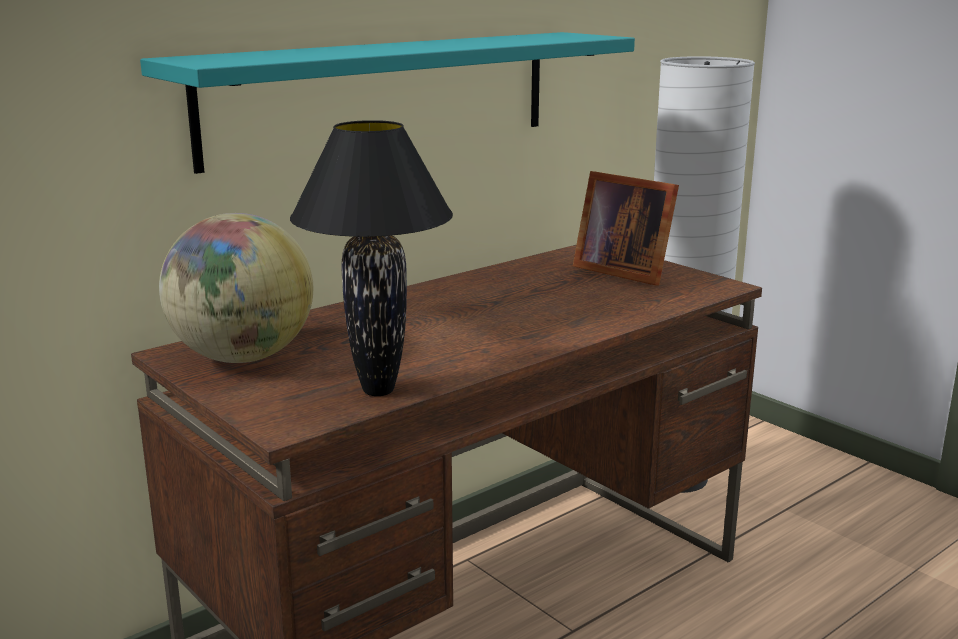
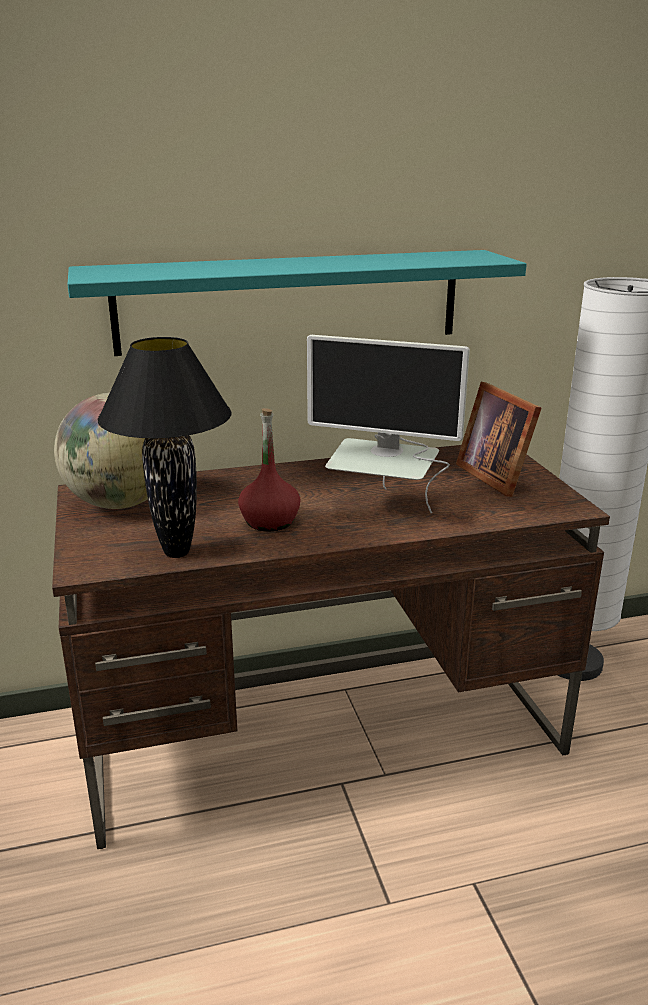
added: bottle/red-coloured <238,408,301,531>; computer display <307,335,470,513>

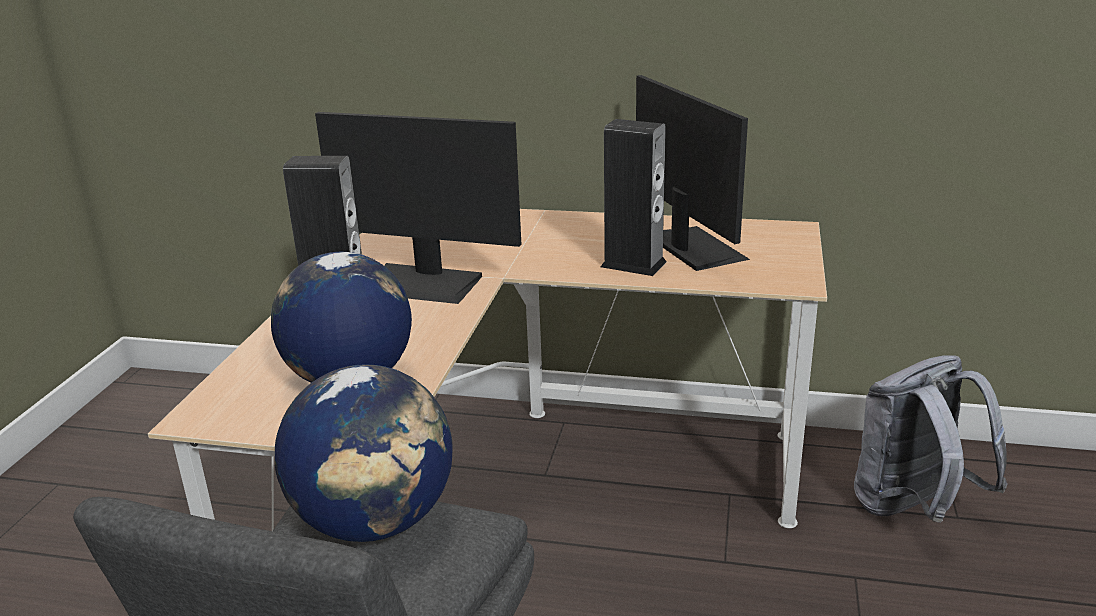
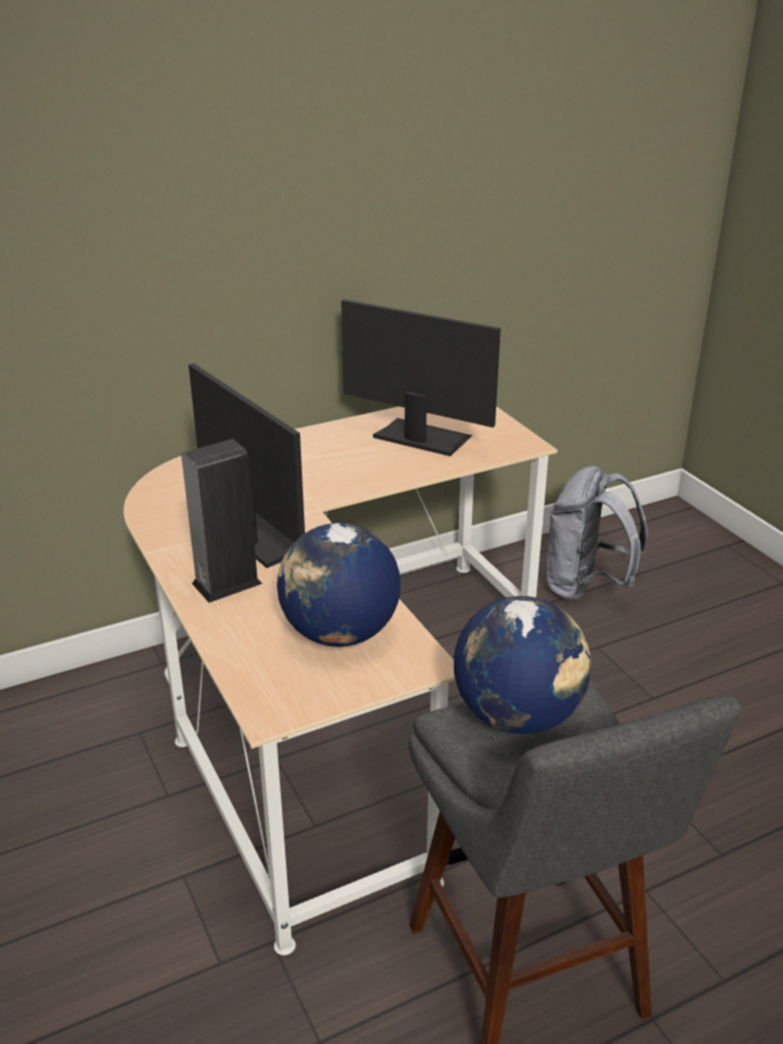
removed: audio speaker <601,119,666,276>
turned: computer display <315,112,521,304> = <189,363,305,568> 105 degrees counterclockwise

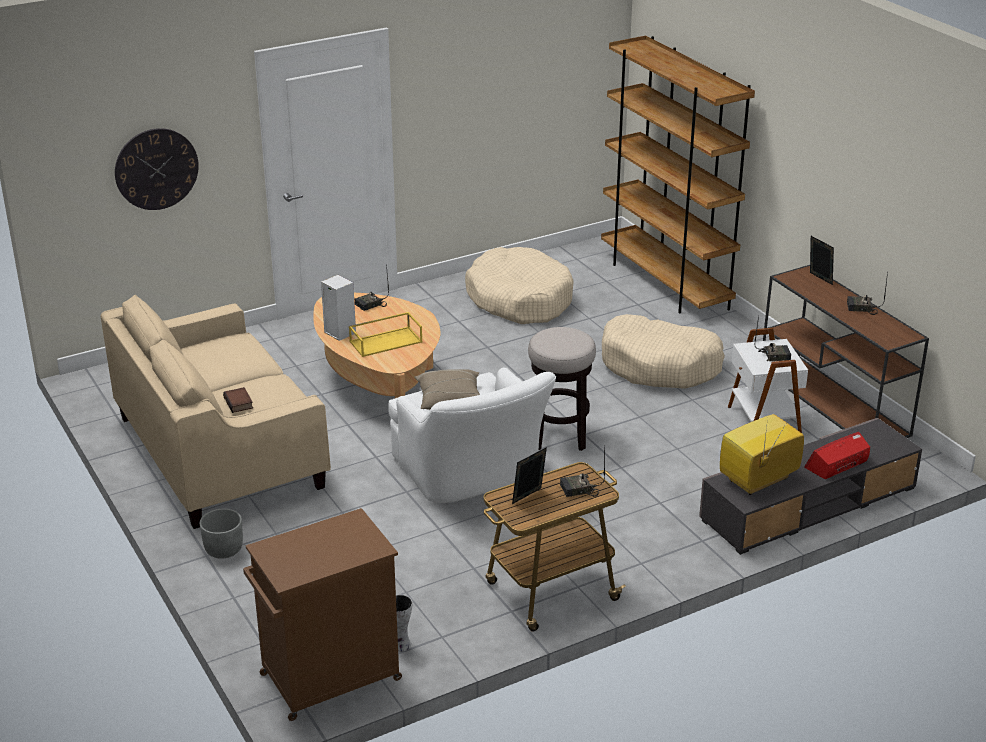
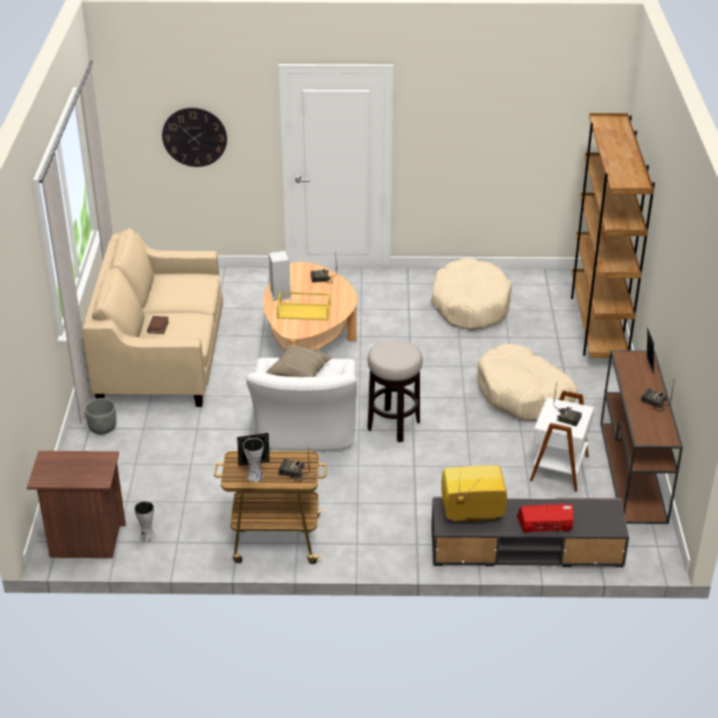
added: vase <243,438,264,482>
replaced: storage cabinet/brown <243,508,402,721> to nightstand/brown <27,451,126,558>

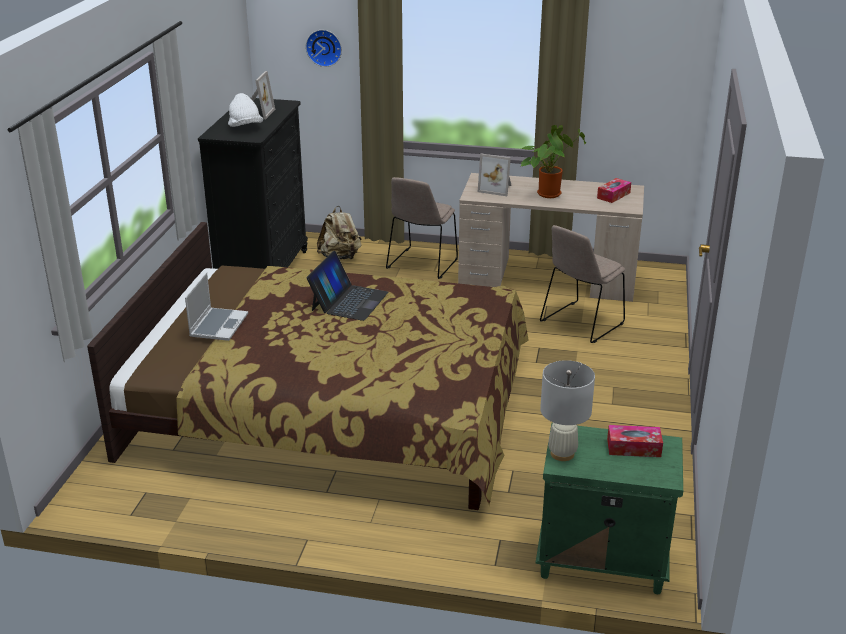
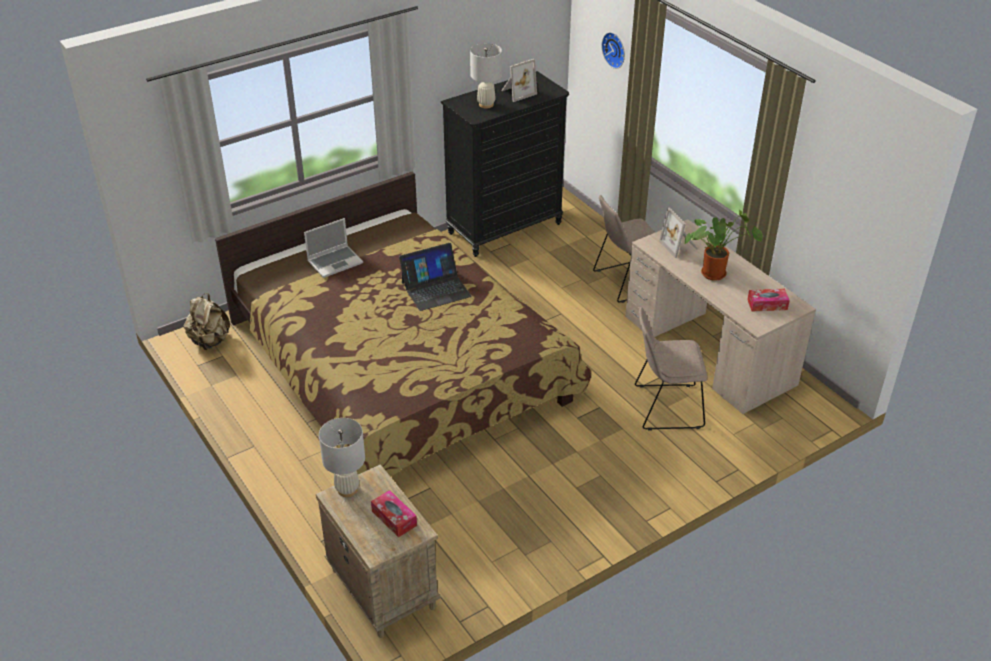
moved: rucksack/beige <317,206,362,260> to <184,293,230,350>
replaced: hat/white-coloured <228,93,263,127> to table lamp/white-coloured <470,43,502,108>
recoloured: nightstand/green-coloured <536,423,683,594> to nightstand/beige <316,464,442,638>

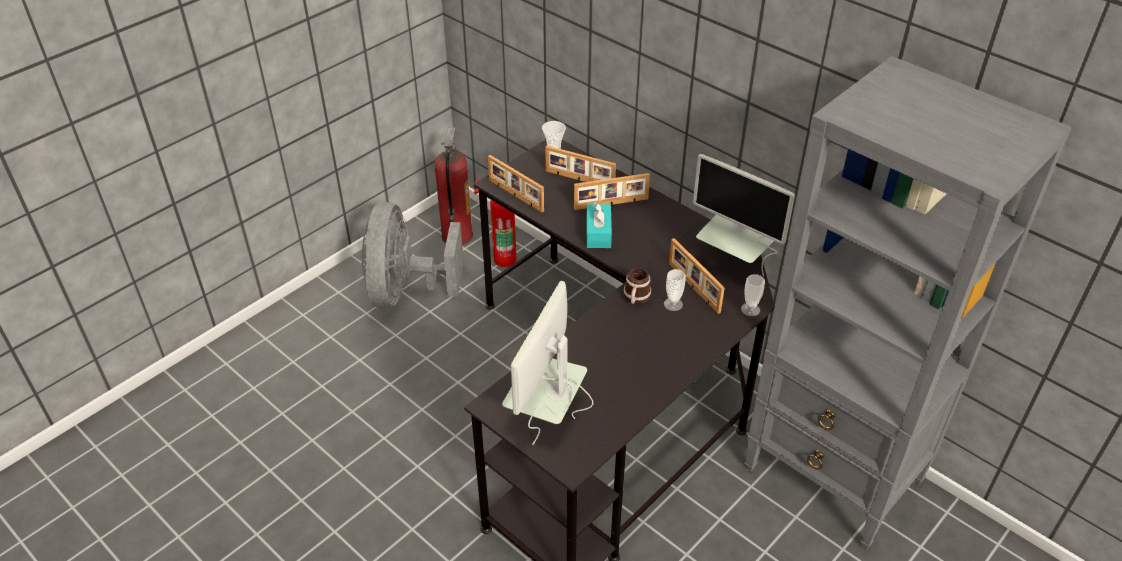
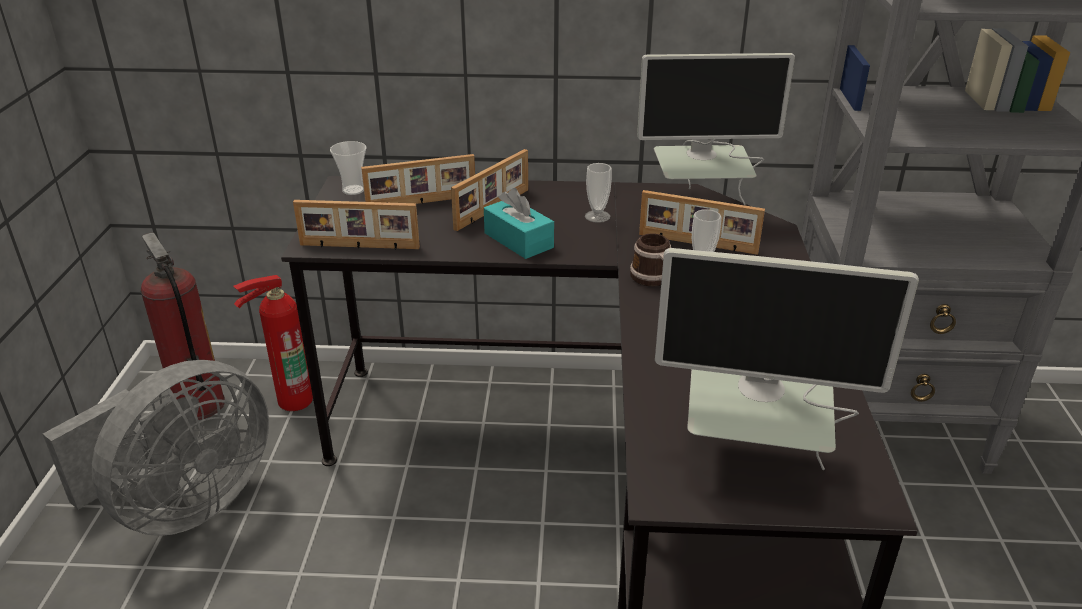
moved: small cup <741,274,765,316> to <585,163,612,223>
turned: fan/gray <361,202,464,309> = <43,360,269,536> 105 degrees counterclockwise; computer display <502,281,593,445> = <655,248,919,470> 60 degrees counterclockwise

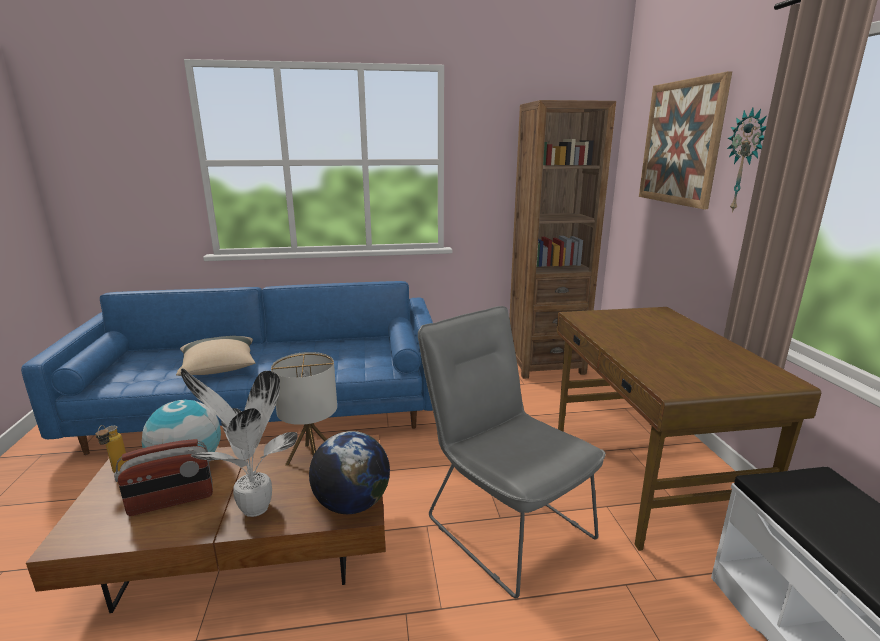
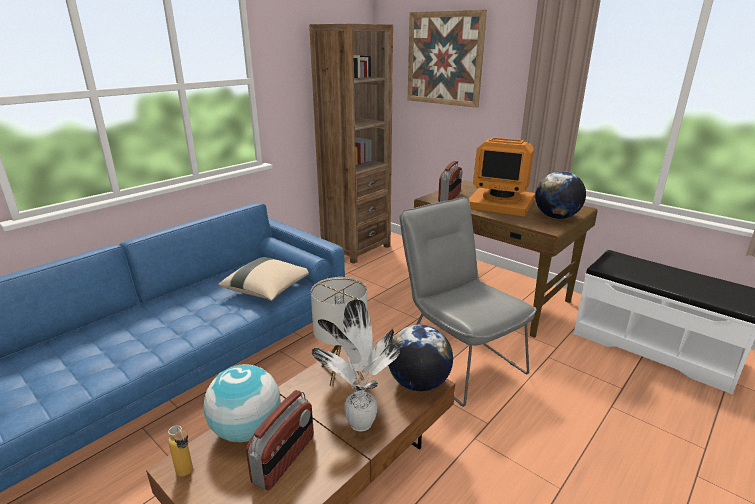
removed: wall clock <727,108,767,213>
added: radio receiver <438,161,462,202>; computer display <469,137,535,216>; globe <535,171,586,219>
moved: pillow/beige <176,336,255,376> to <218,257,309,301>
turned: chair/gray <418,306,606,598> = <399,197,537,407> 45 degrees clockwise

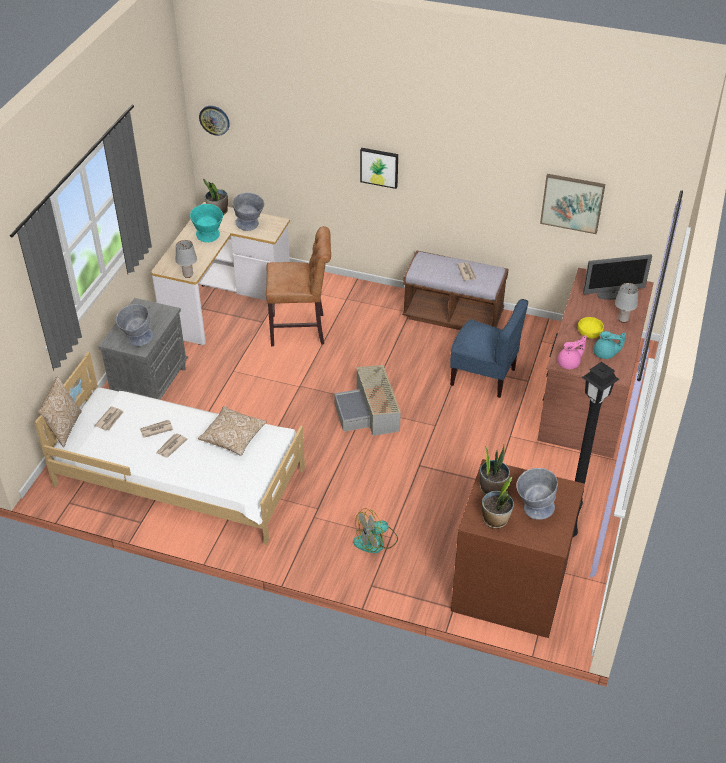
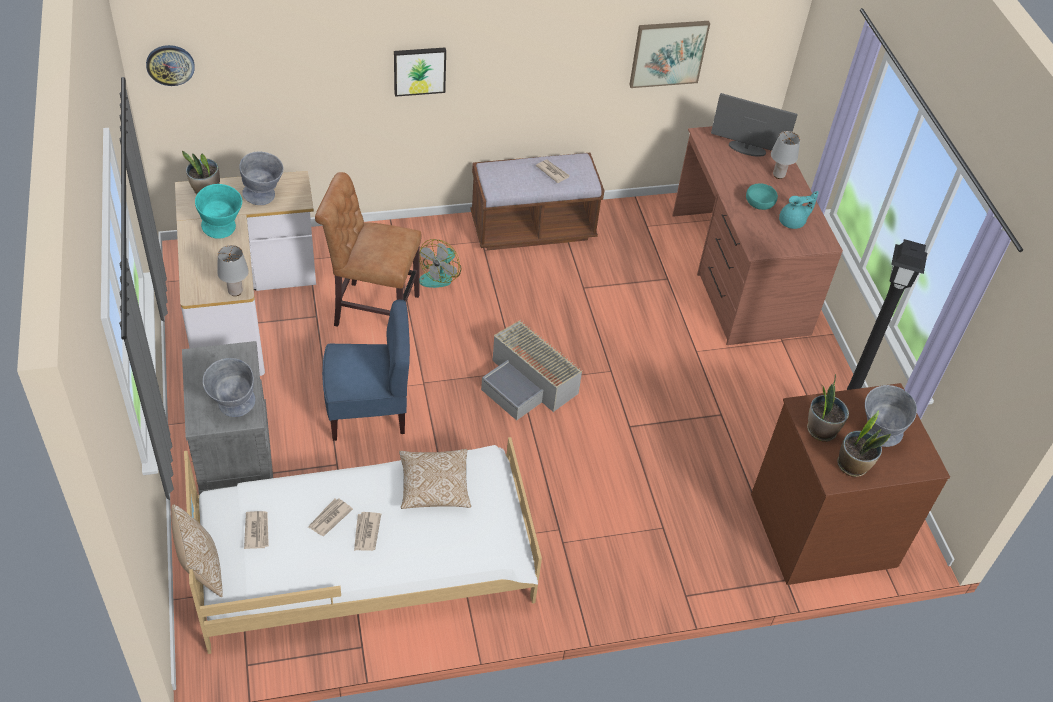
removed: pot for tea/pinkish <558,335,587,369>
moved: fan <353,508,398,553> to <419,239,462,288>; chair/bluish <450,299,528,398> to <322,300,410,441>
recoloured: deep dish/yellow-coloured <578,317,604,339> to deep dish/blue-green <746,183,778,210>
turned: chair/brown <266,226,331,346> = <315,172,421,327> 135 degrees counterclockwise; computer display <583,254,652,300> = <711,93,798,157> 120 degrees counterclockwise

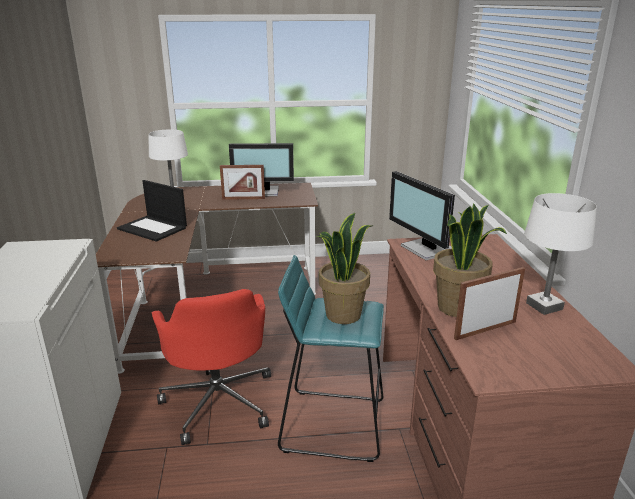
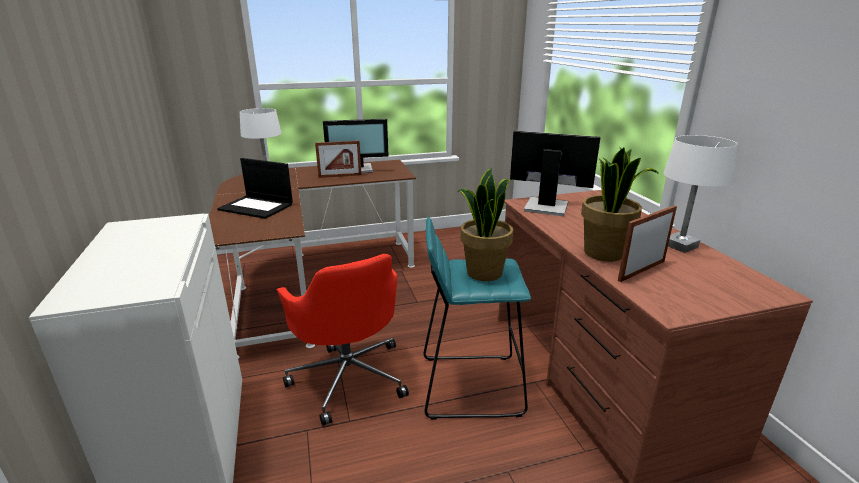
turned: computer display <389,171,455,260> = <510,131,601,216> 150 degrees clockwise

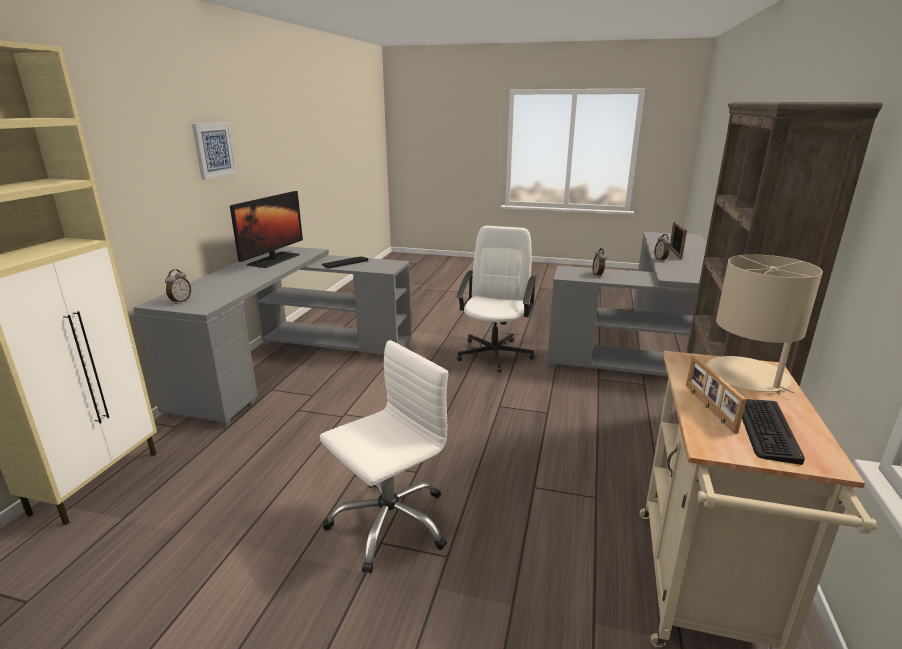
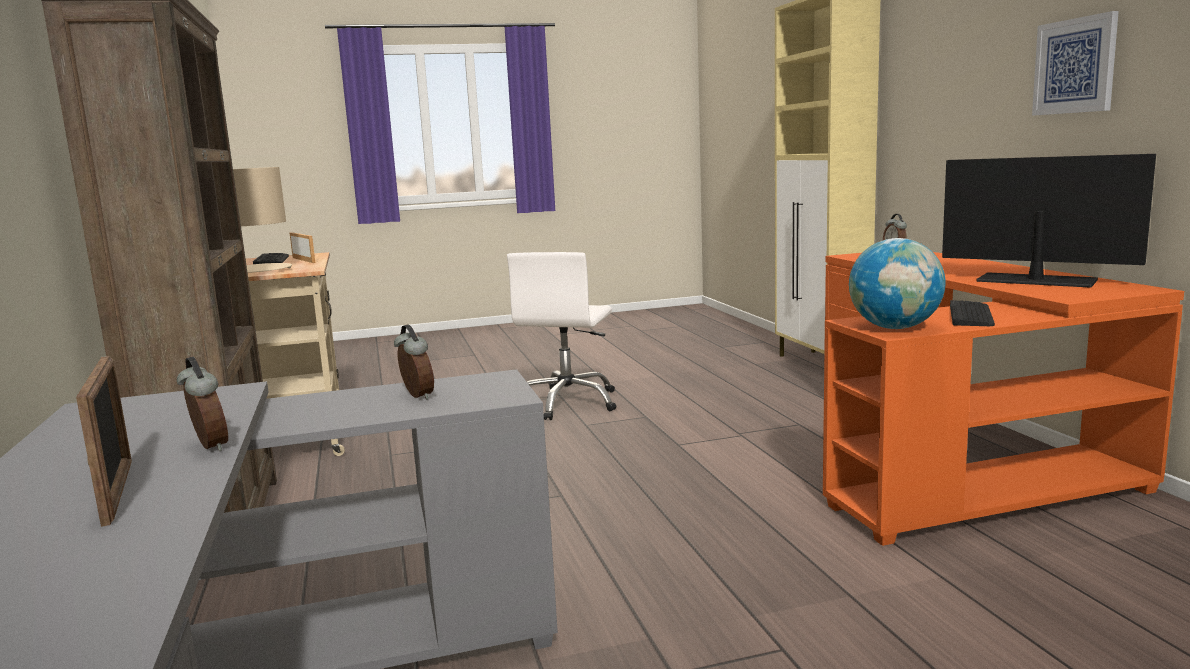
removed: desk chair/white-coloured <457,226,537,372>
added: globe <849,238,946,329>
recoloured: desk table/gray <133,246,412,427> to desk table/orange-coloured <823,252,1184,546>
turned: computer display <230,191,303,268> = <942,154,1156,288> 135 degrees clockwise

